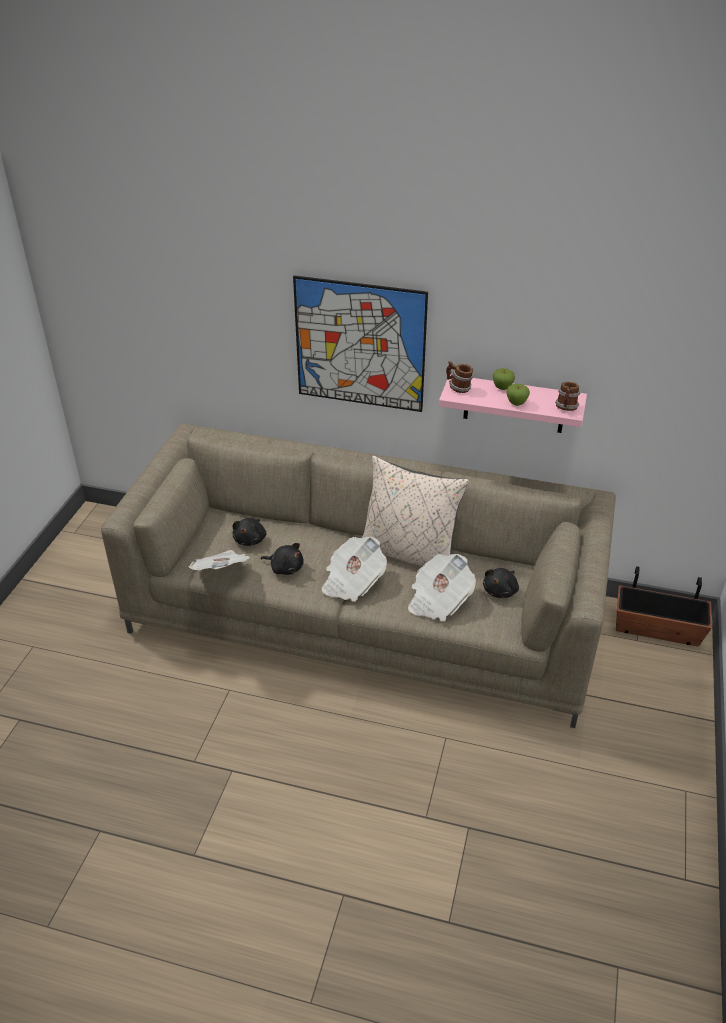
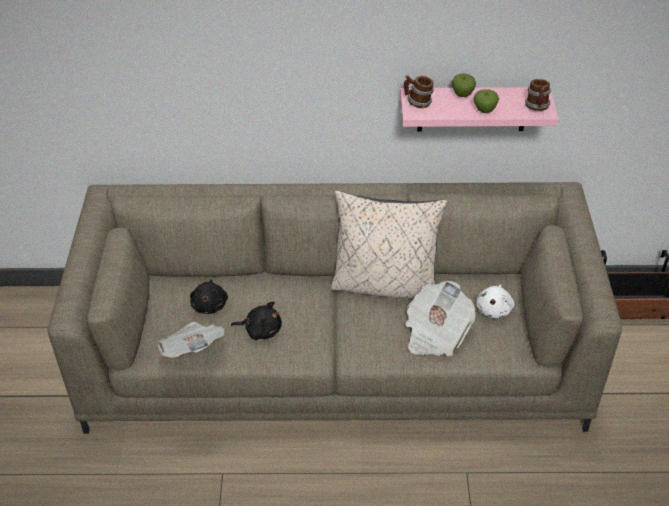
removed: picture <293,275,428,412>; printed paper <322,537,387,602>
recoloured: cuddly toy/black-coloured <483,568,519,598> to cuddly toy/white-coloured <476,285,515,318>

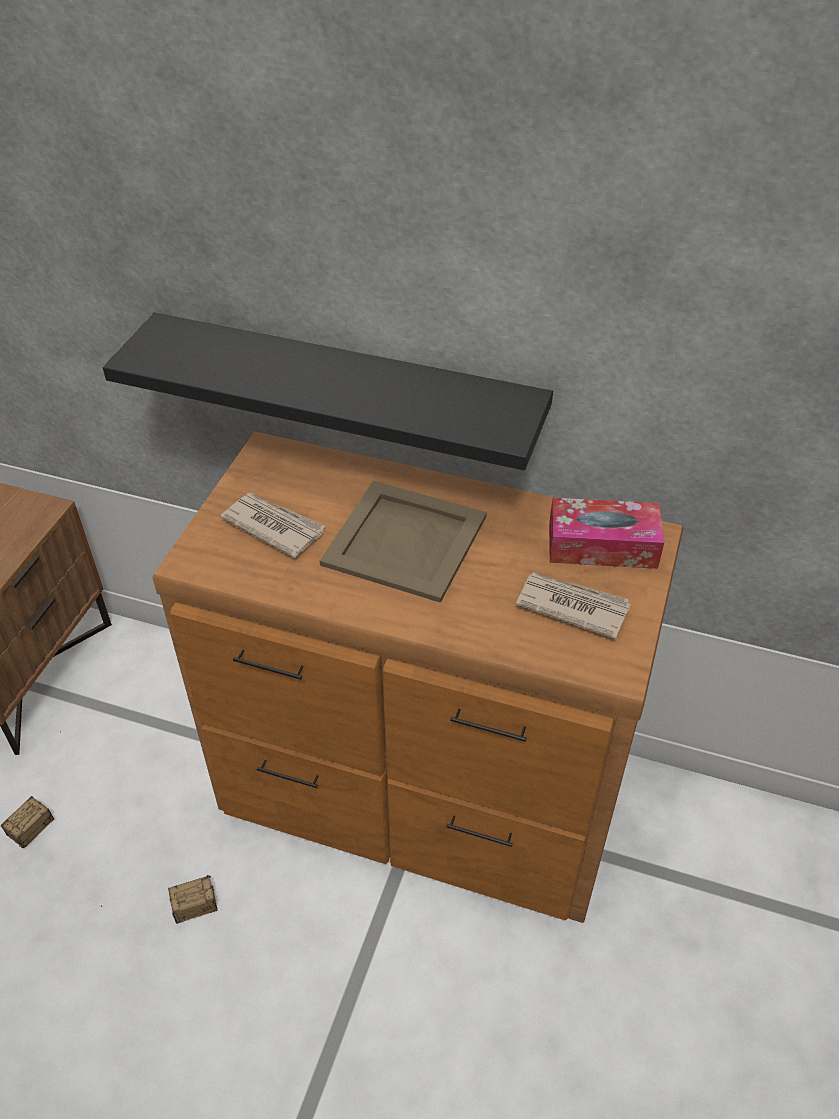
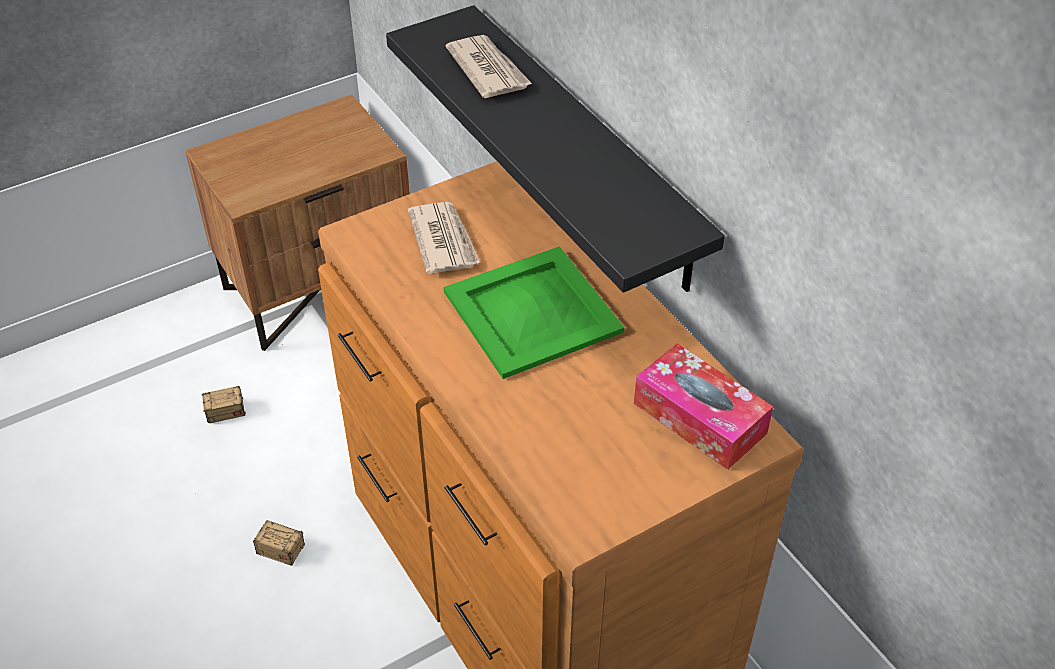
moved: printed paper <516,572,631,639> to <446,35,532,98>
recoloured: tray/beige <320,481,487,603> to tray/green-coloured <443,246,625,379>

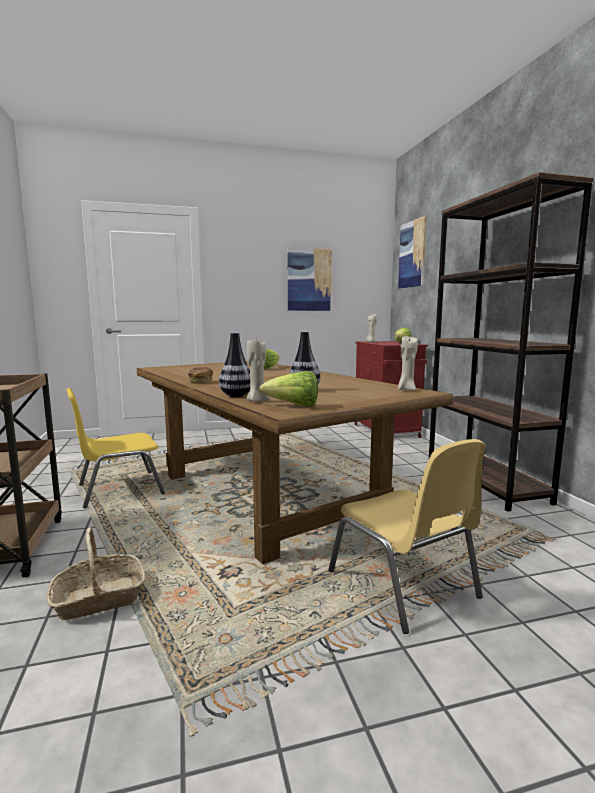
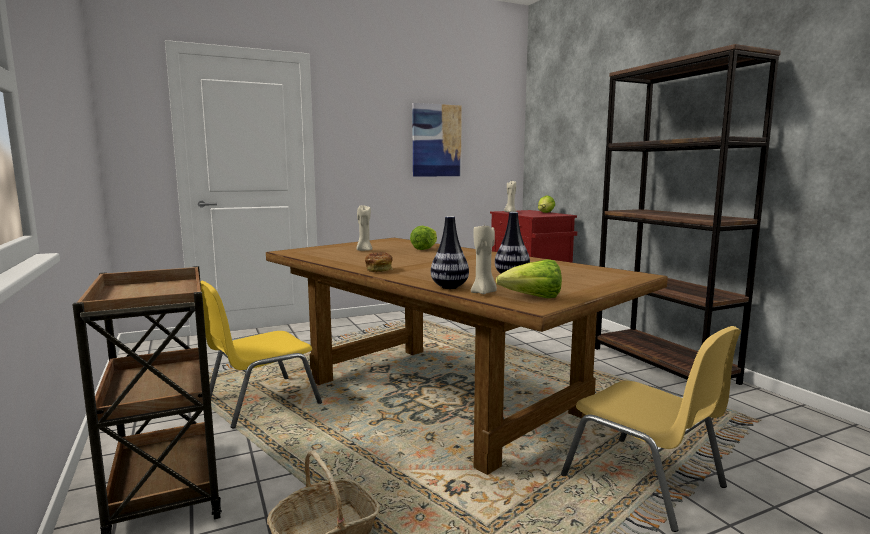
removed: picture <398,216,427,288>
moved: wax candle/beige <398,336,418,390> to <356,205,372,251>

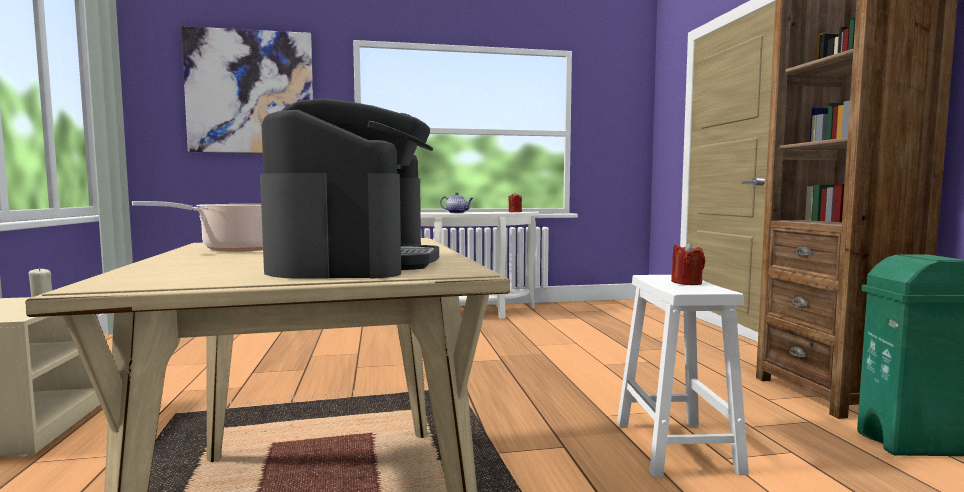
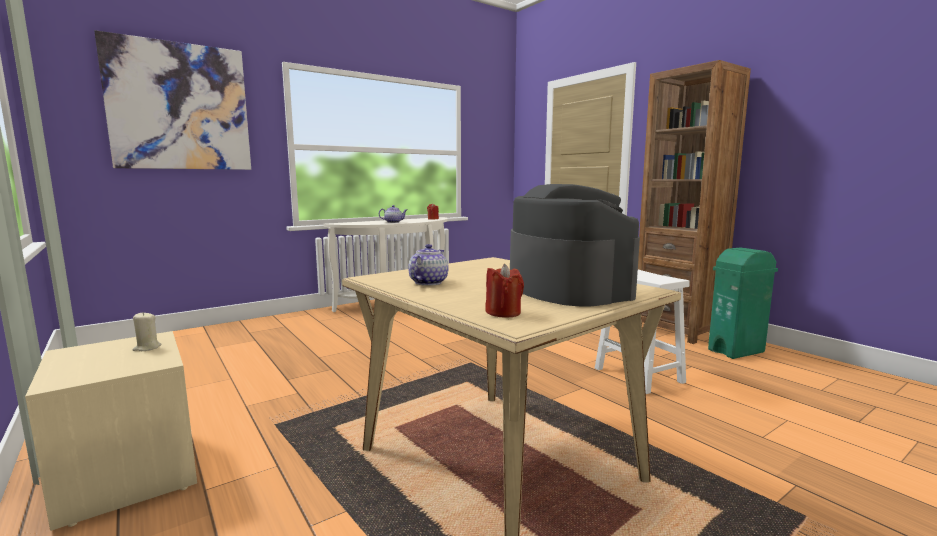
moved: wax candle/red-coloured <671,242,705,285> to <485,264,524,318>
replaced: stockpot <132,201,263,252> to pot for tea <408,244,449,286>

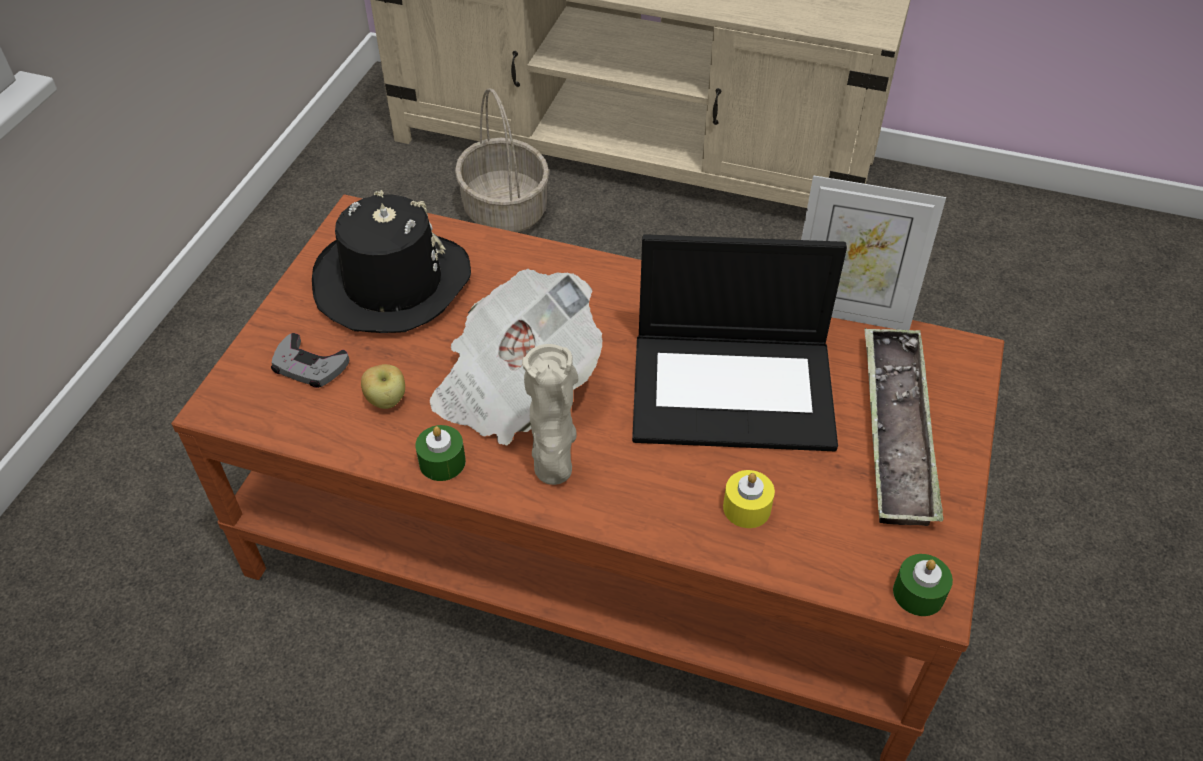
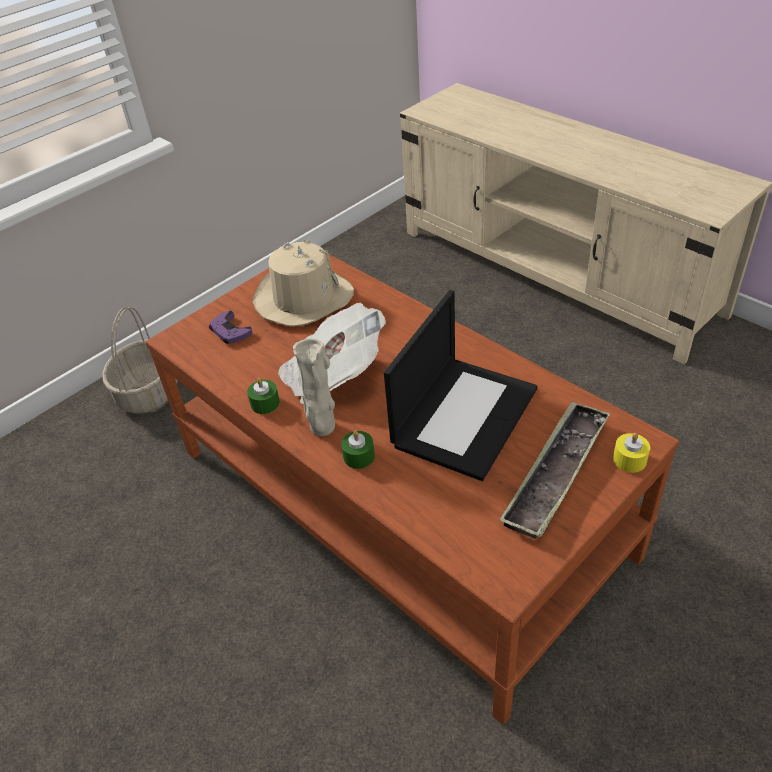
removed: whole apple <361,364,405,409>; standing frame <801,175,946,330>
moved: household basket <455,88,549,233> to <102,307,178,414>; wax candle/yellow-coloured <723,470,775,528> to <613,433,650,473>; wax candle/green-coloured <893,554,953,616> to <341,430,375,469>
recoloured: joypad/gray <271,333,349,388> to joypad/purple-coloured <209,310,253,344>; hat/black-coloured <312,190,471,333> to hat/beige <252,239,354,327>
turned: notebook computer <632,234,847,451> = <384,290,537,481> 90 degrees counterclockwise

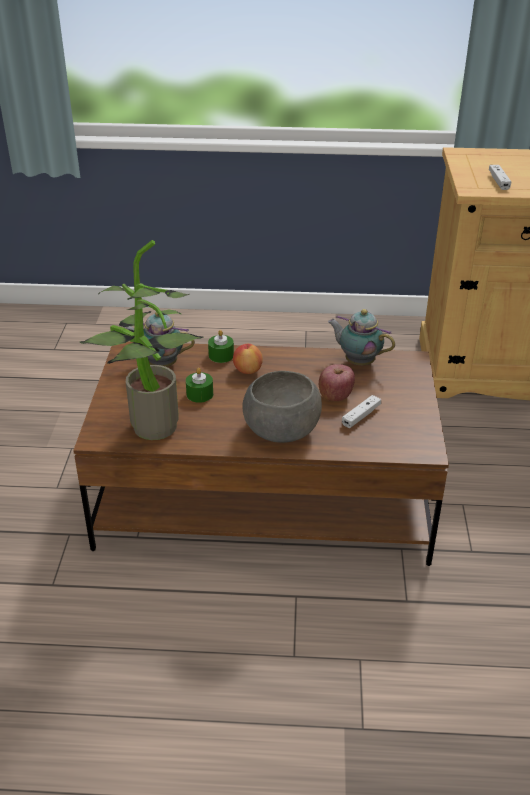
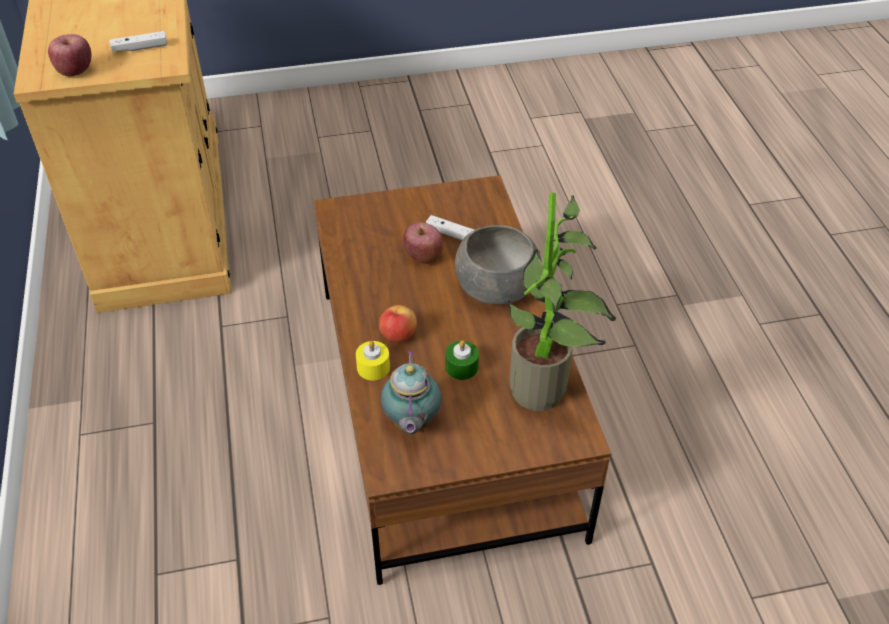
removed: pot for tea <328,309,395,365>
added: whole apple <48,34,92,76>
recoloured: wax candle/green-coloured <208,330,234,363> to wax candle/yellow-coloured <356,341,390,380>

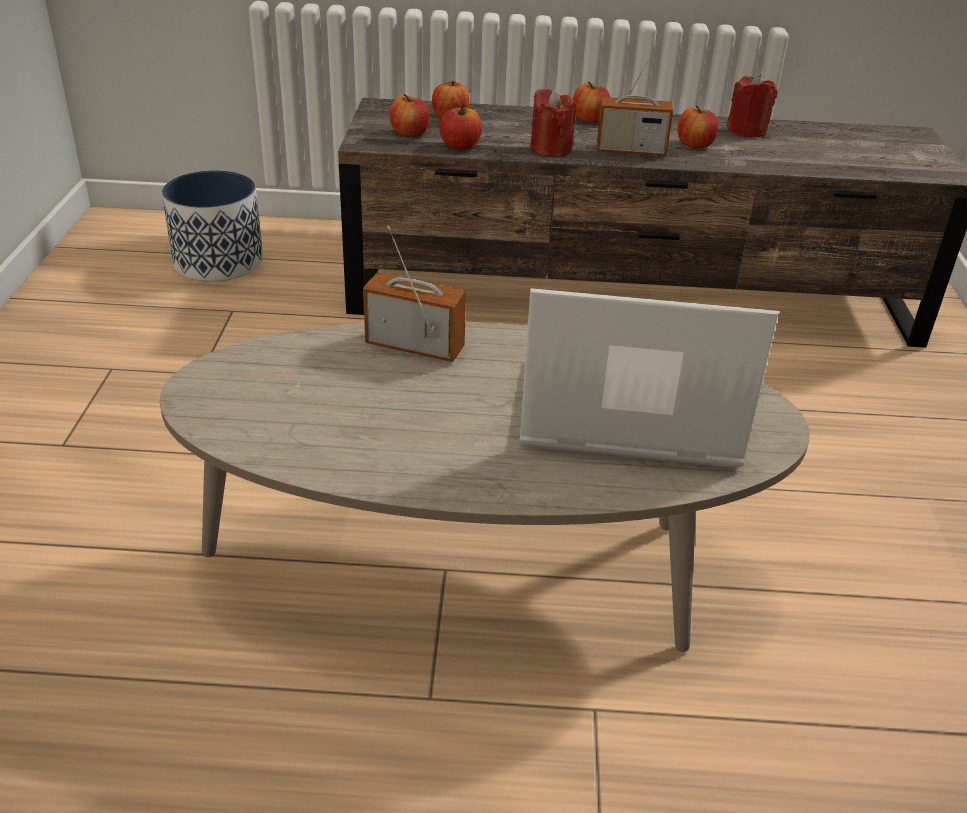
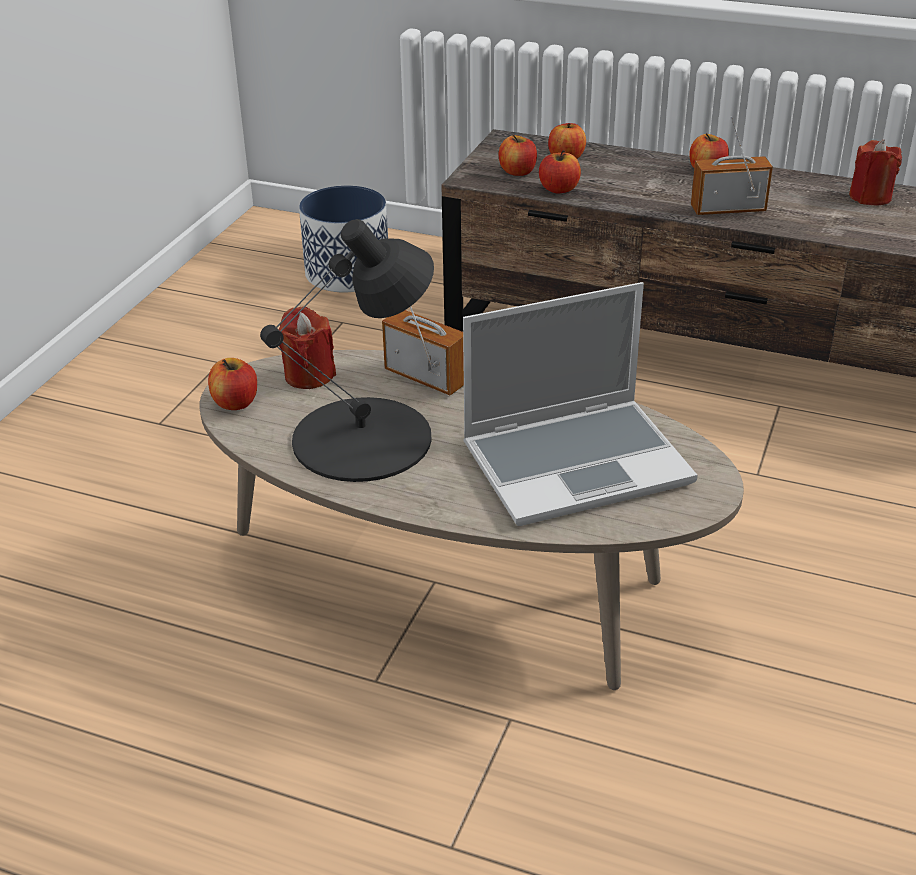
added: table lamp/black-coloured <260,219,434,482>
moved: wax candle/red-coloured <530,88,576,157> to <279,306,336,389>; whole apple <677,105,719,148> to <208,358,257,410>
turned: notebook computer <519,288,779,468> = <463,282,698,526> 135 degrees clockwise; radio receiver <596,44,673,156> = <691,116,773,215> 150 degrees clockwise

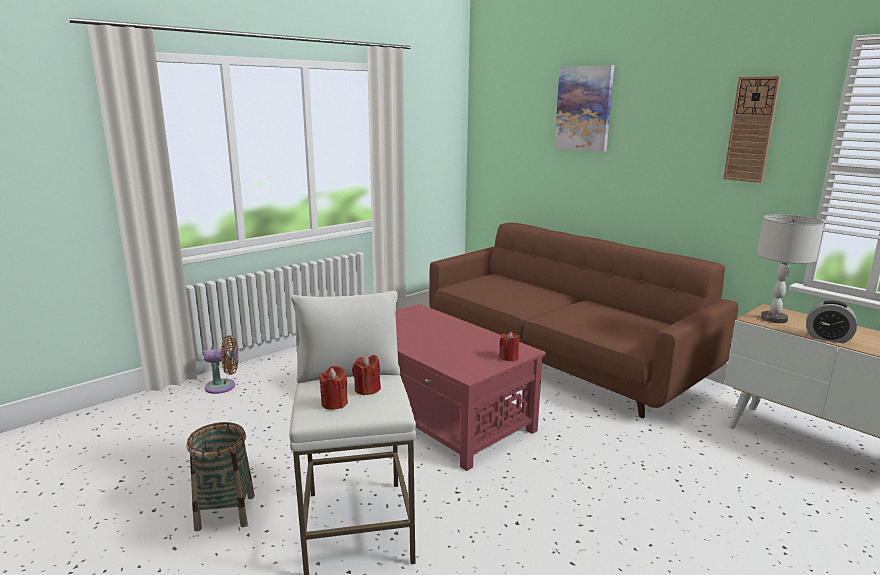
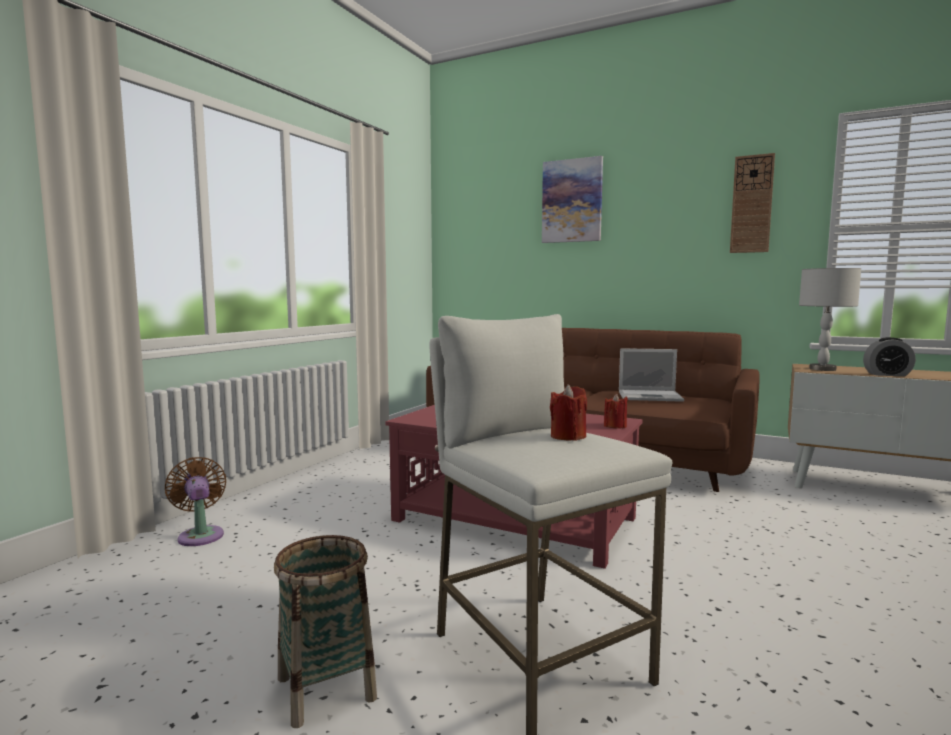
removed: wax candle/red-coloured <319,366,348,410>
added: notebook computer <619,348,684,402>
turned: fan/brown <204,335,238,394> = <165,457,226,546> 90 degrees counterclockwise

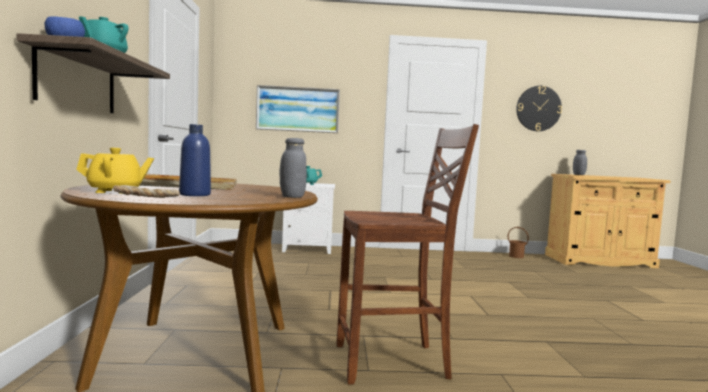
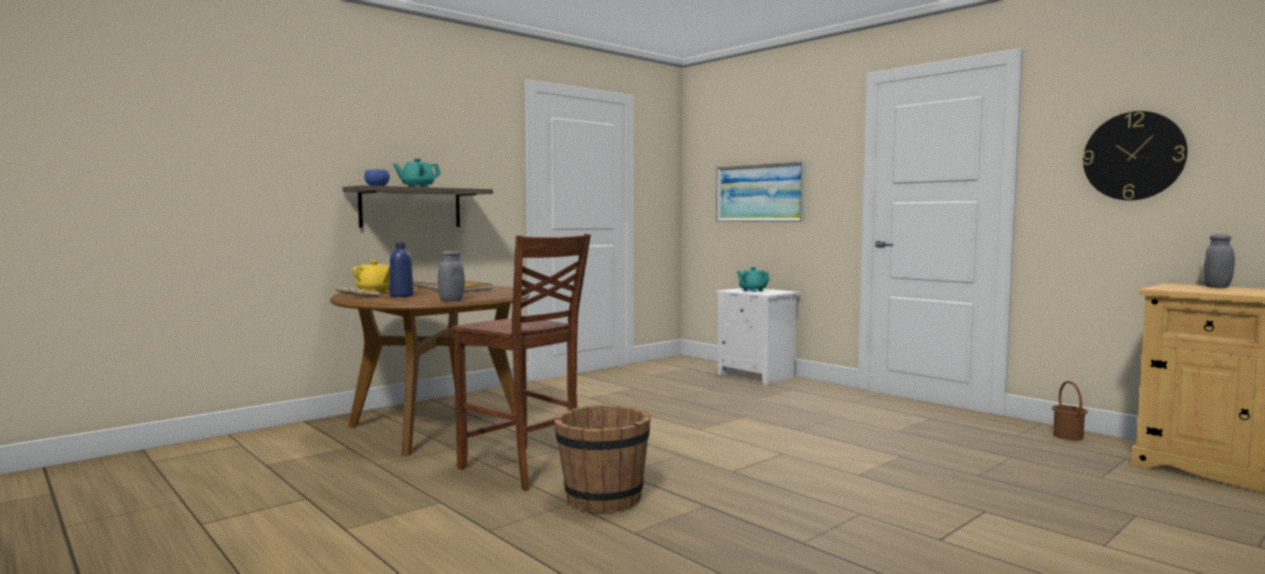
added: water bucket/brown <554,405,651,513>

